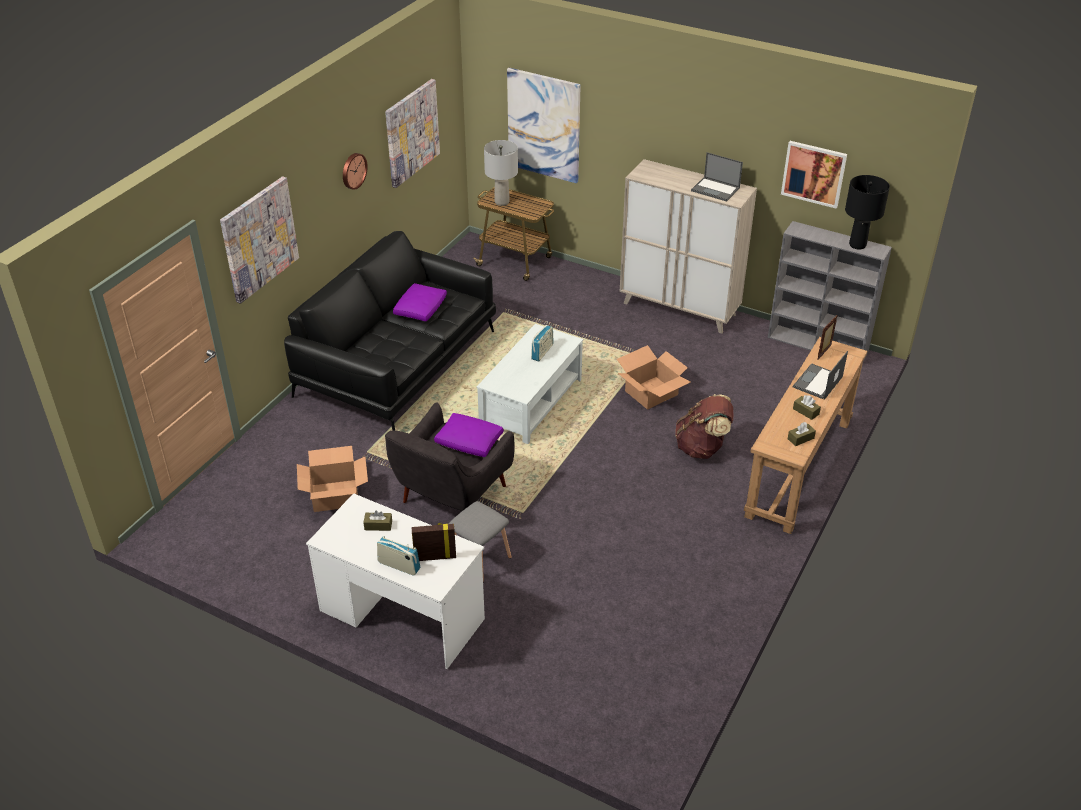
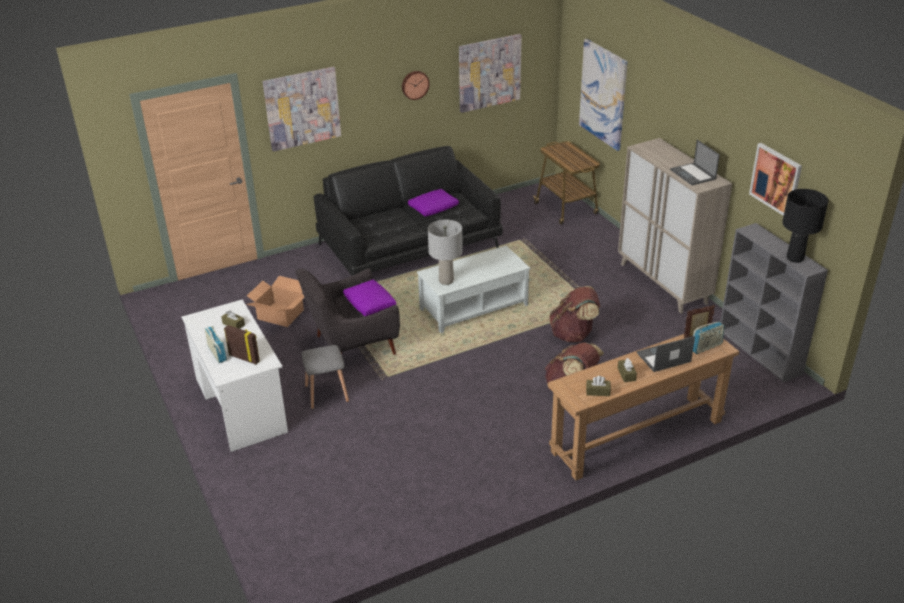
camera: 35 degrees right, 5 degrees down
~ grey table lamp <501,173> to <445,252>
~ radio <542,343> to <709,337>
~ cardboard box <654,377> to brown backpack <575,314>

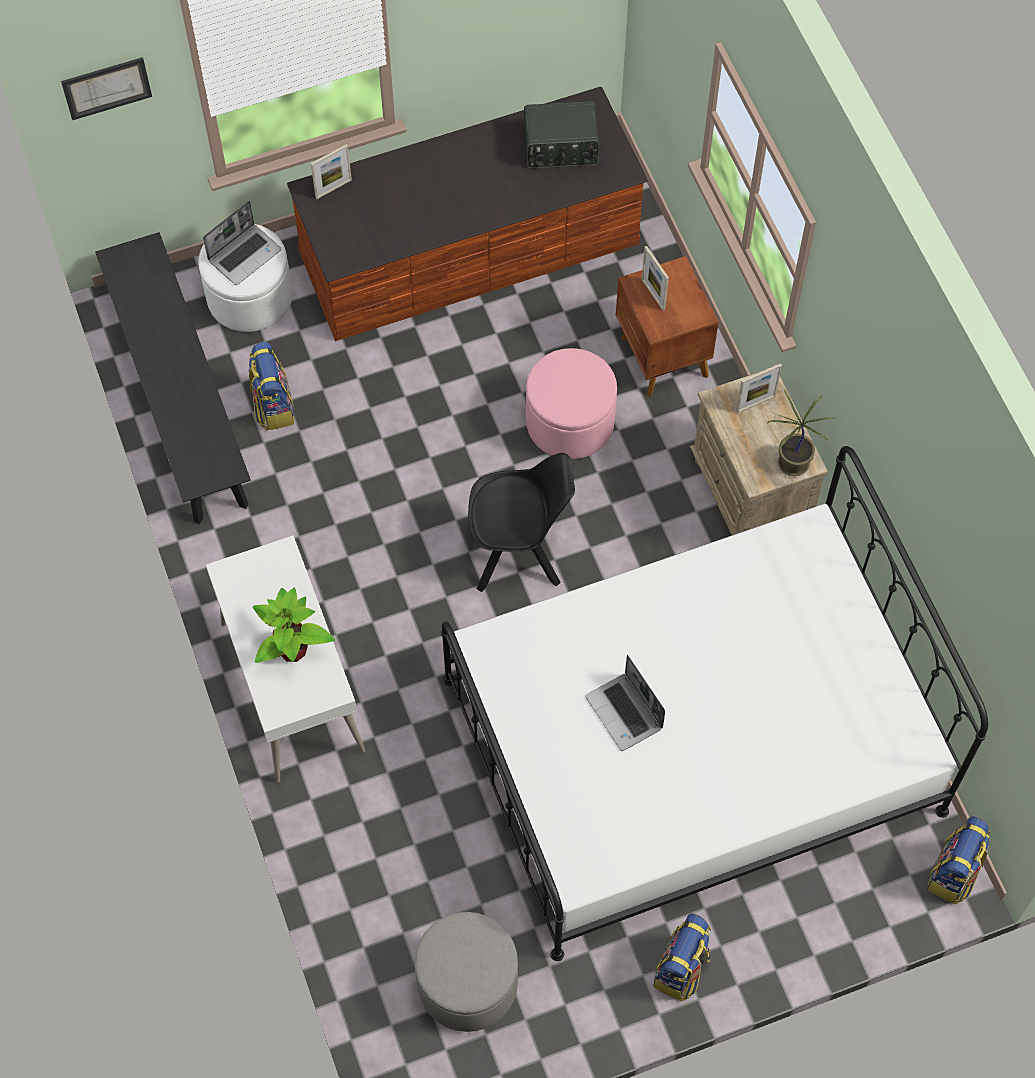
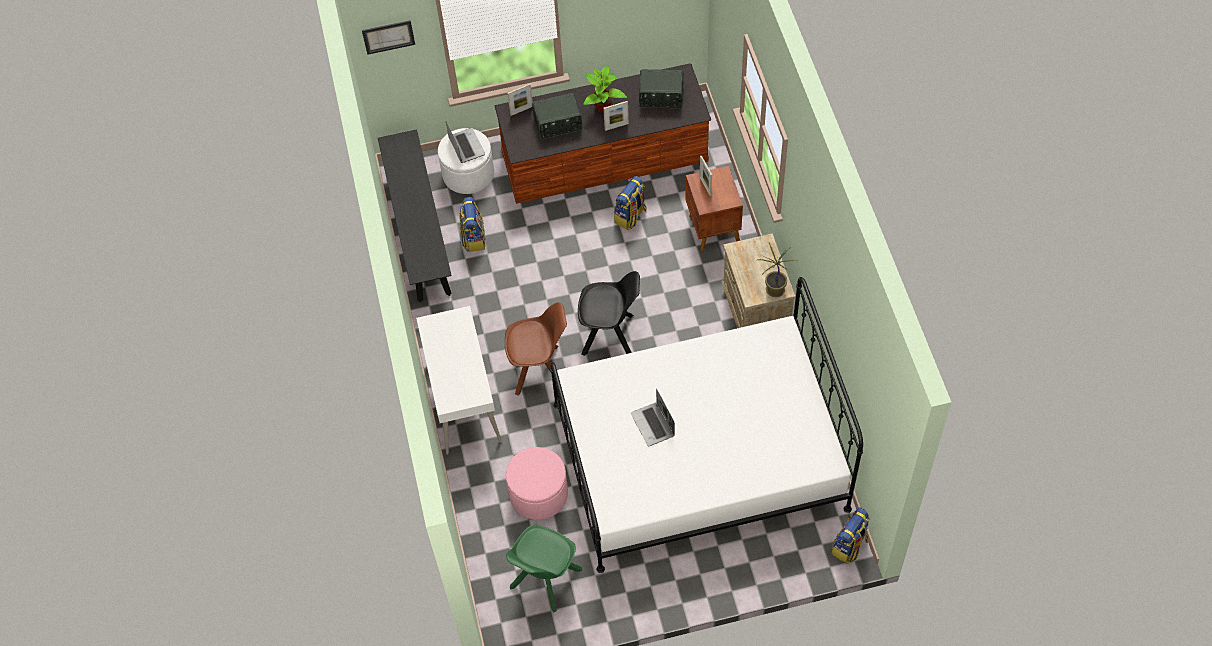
camera: 10 degrees right, 5 degrees down
+ brown chair <536,349>
+ radio <557,116>
~ potted plant <294,625> to <605,89>
~ pink ottoman <571,403> to <537,483>
~ backpack <682,957> to <630,203>
~ picture frame <759,388> to <616,116>
~ grey ottoman <466,972> to green chair <544,569>
~ laptop <242,243> = <465,142> 75 degrees counterclockwise

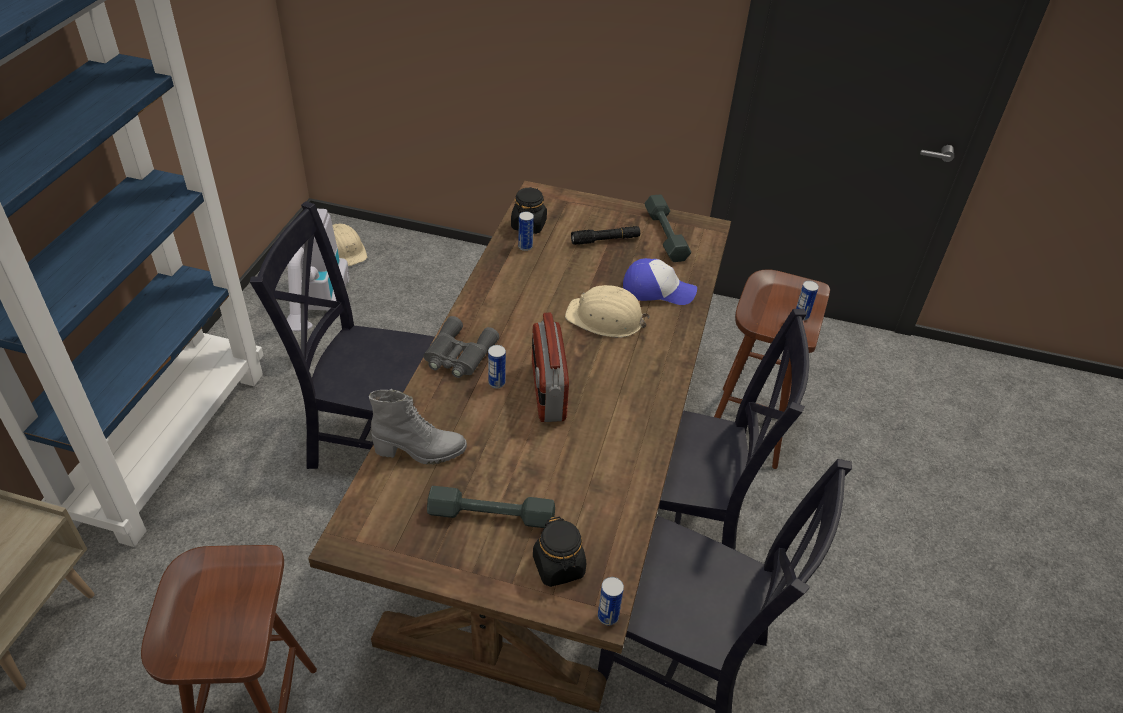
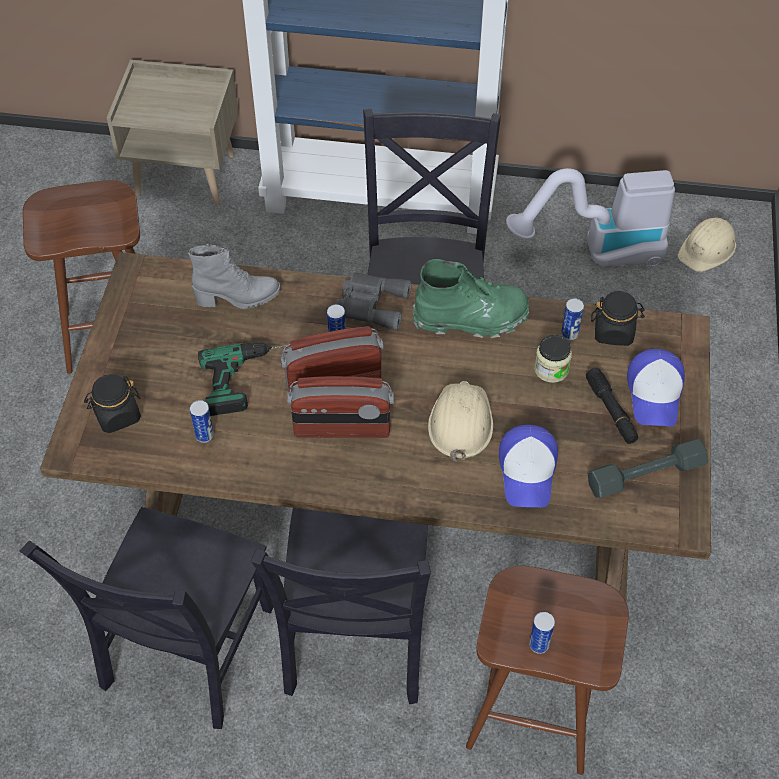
camera: 85 degrees right, 10 degrees up
- grey dumbbell <491,507>
+ power drill <242,379>
+ radio <340,407>
+ green boot <470,298>
+ jar <553,359>
+ cap <656,388>
~ can <611,601> to <202,421>
~ grey boot <418,427> = <234,276> 90 degrees counterclockwise

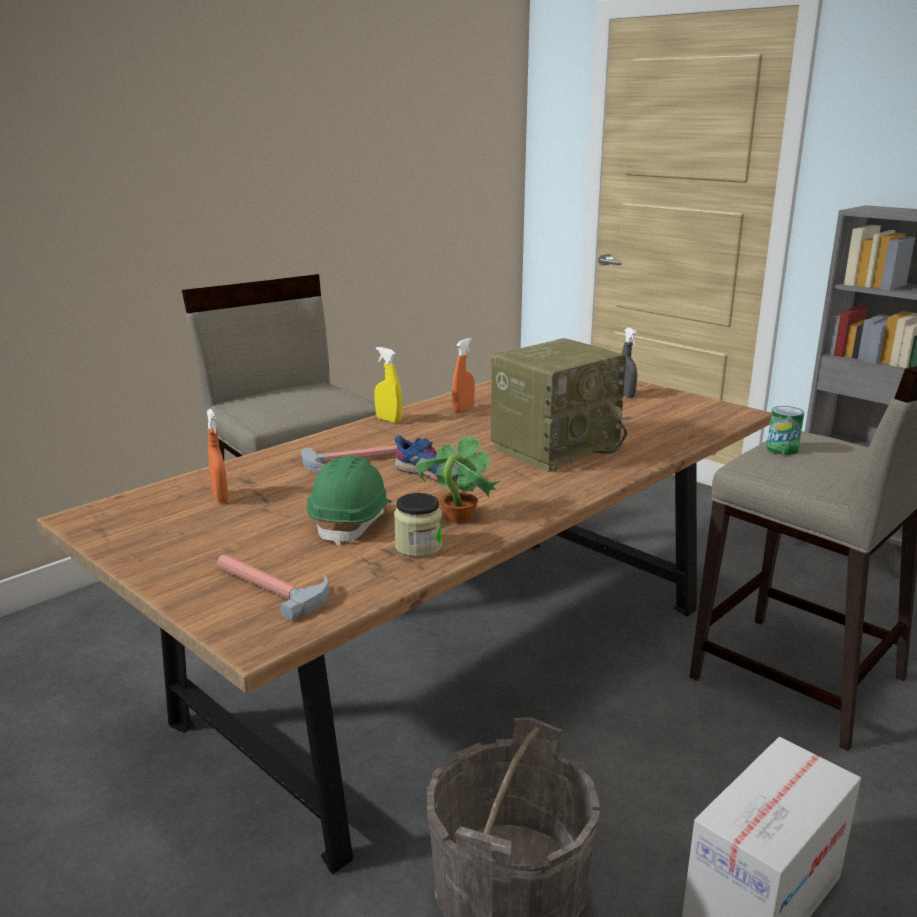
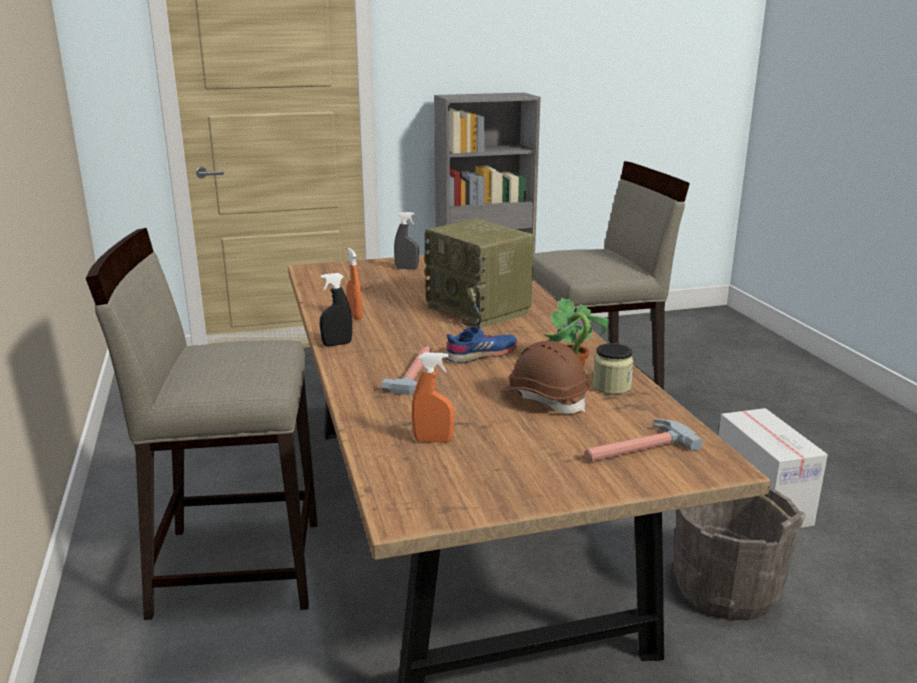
camera: 60 degrees left, 0 degrees up
- can <785,430>
~ green hard hat <349,501> to brown hard hat <544,377>
~ yellow spray bottle <388,385> to black spray bottle <336,309>
~ radio <559,405> = <479,274> 150 degrees clockwise

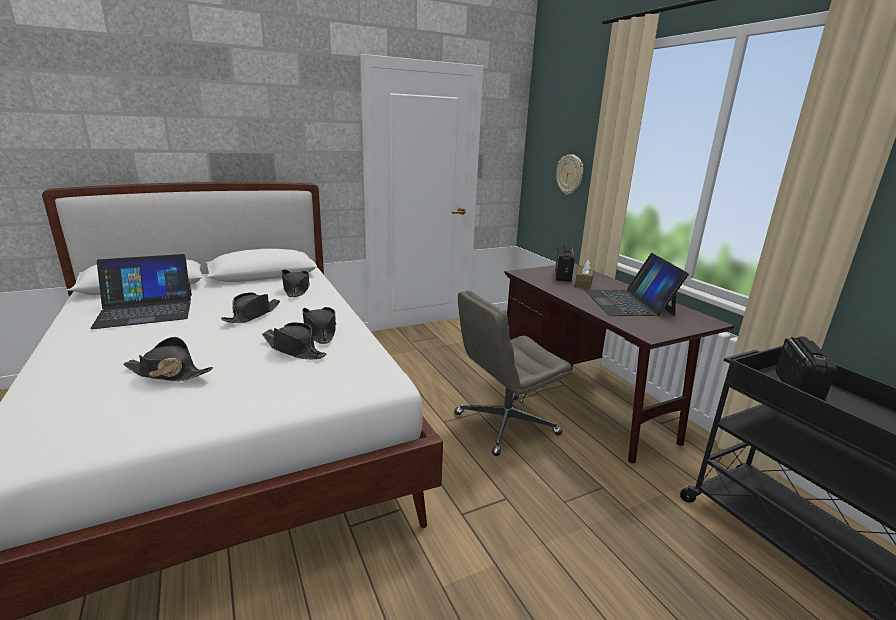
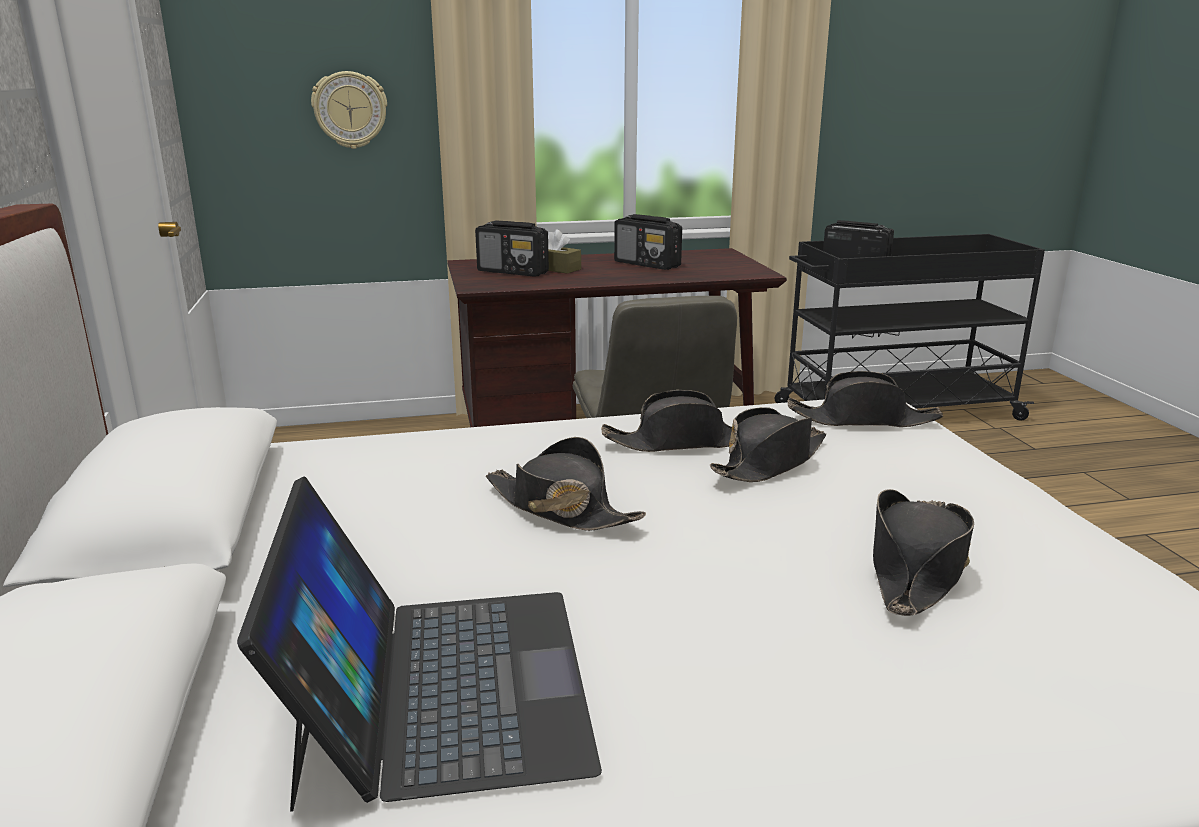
camera: 75 degrees left, 0 degrees up
~ black hat <295,283> to <865,399>
~ laptop <636,284> to radio <648,242>

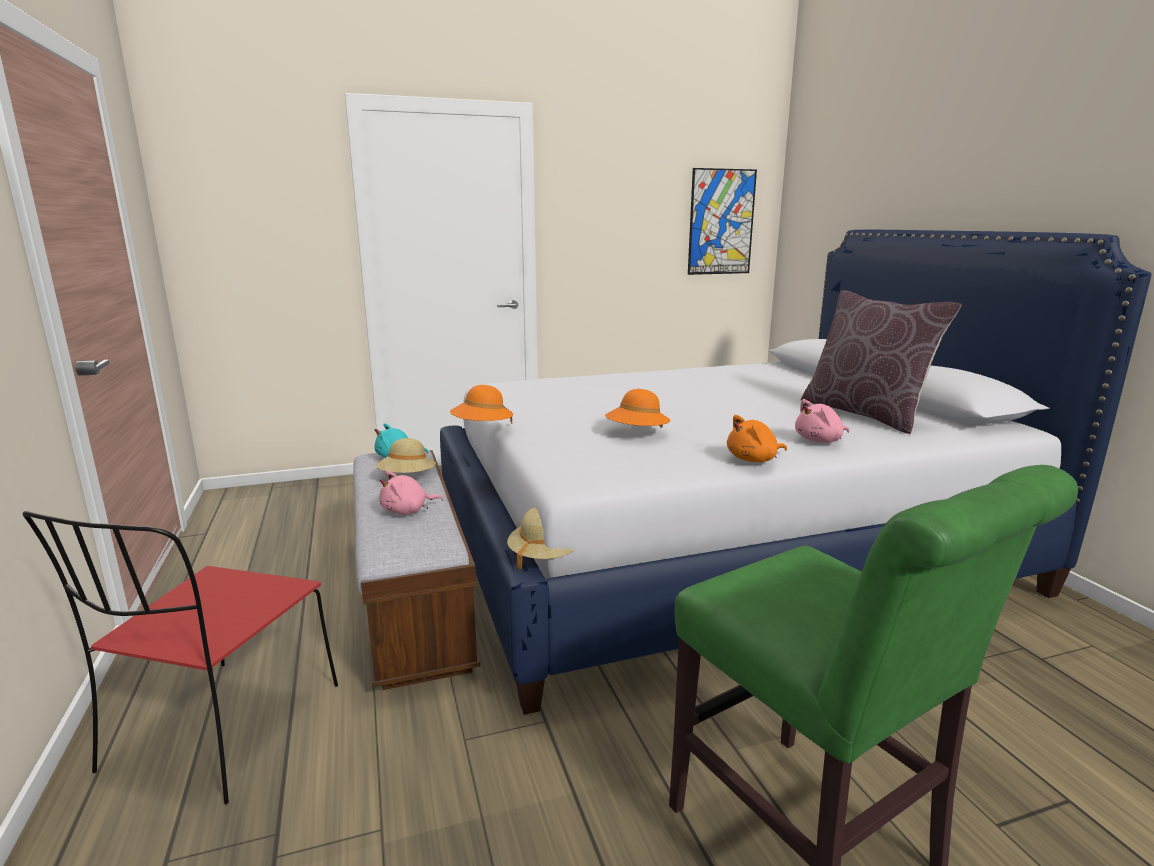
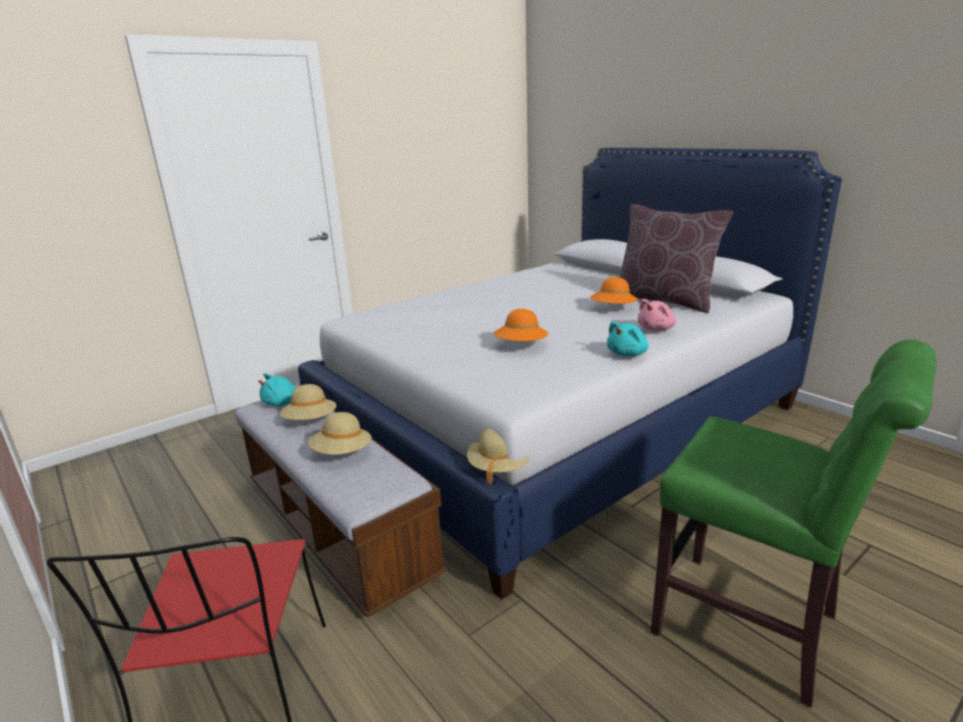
camera: 20 degrees left, 5 degrees up
- picture <722,221>
~ orange hat <481,404> to <614,290>
~ pink plush toy <411,492> to beige hat <340,433>
~ orange plush toy <757,438> to turquoise plush toy <628,338>

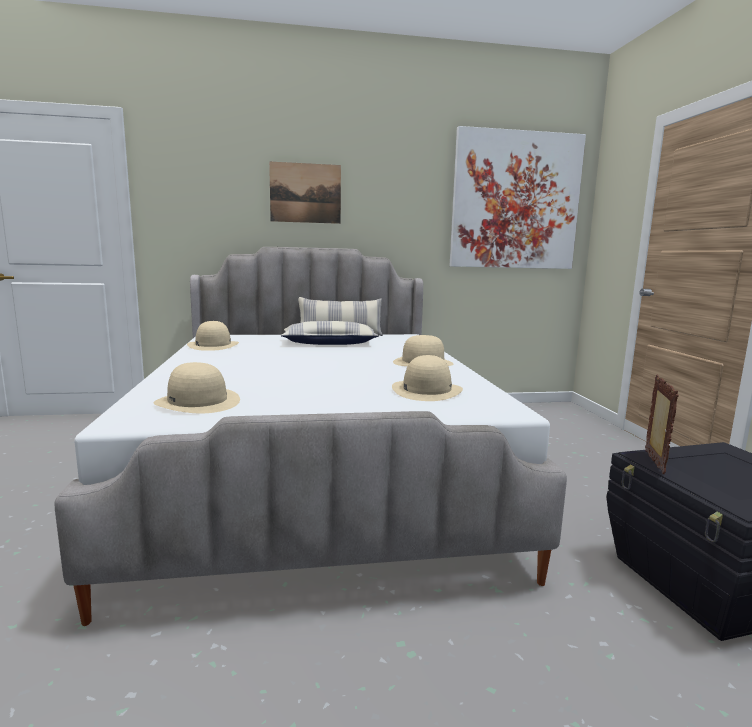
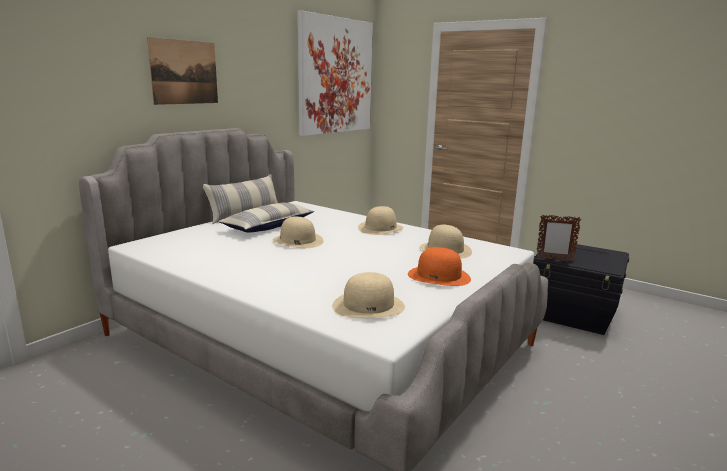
camera: 45 degrees left, 5 degrees up
+ orange hat <439,266>
~ beige hat <213,336> to <297,232>
~ picture frame <662,424> = <558,238> 135 degrees clockwise

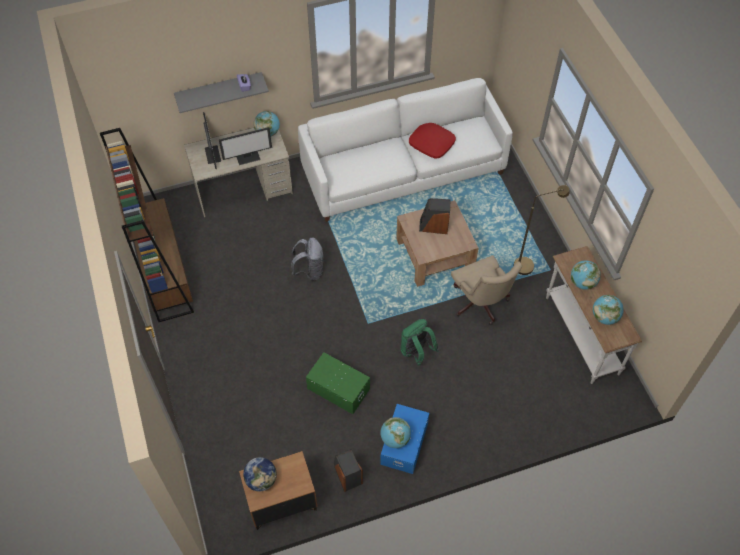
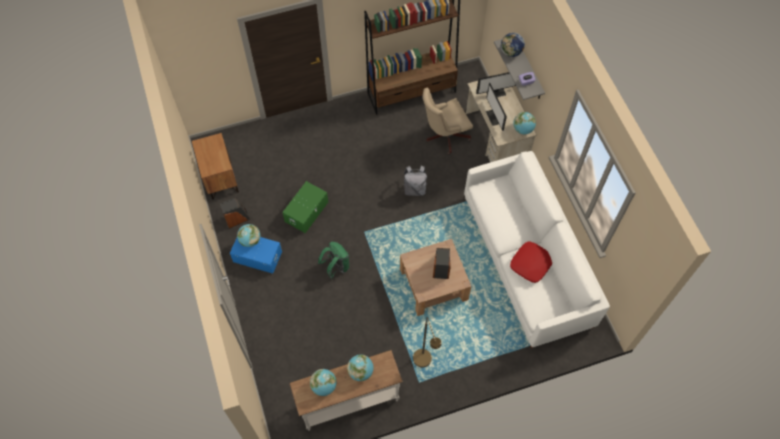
camera: 90 degrees right, 5 degrees up
~ globe <260,474> to <513,45>
~ beige office chair <486,290> to <448,121>

